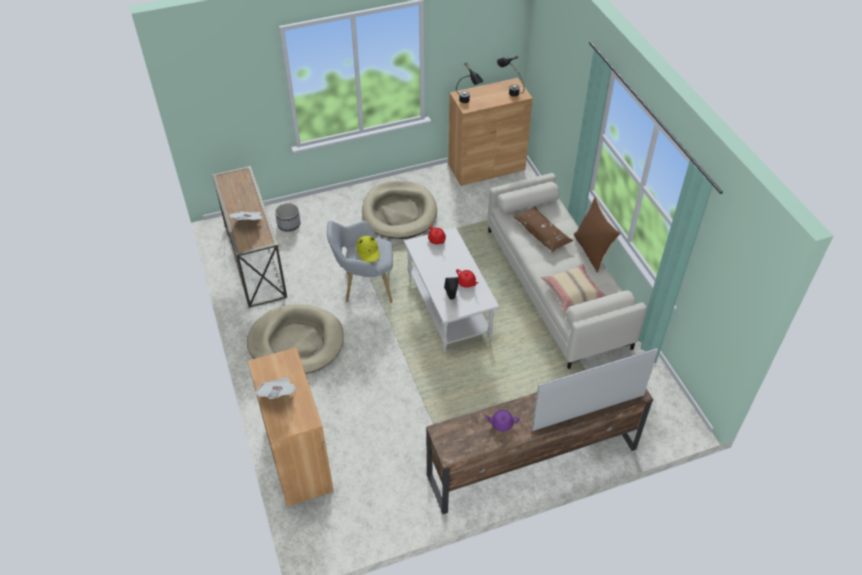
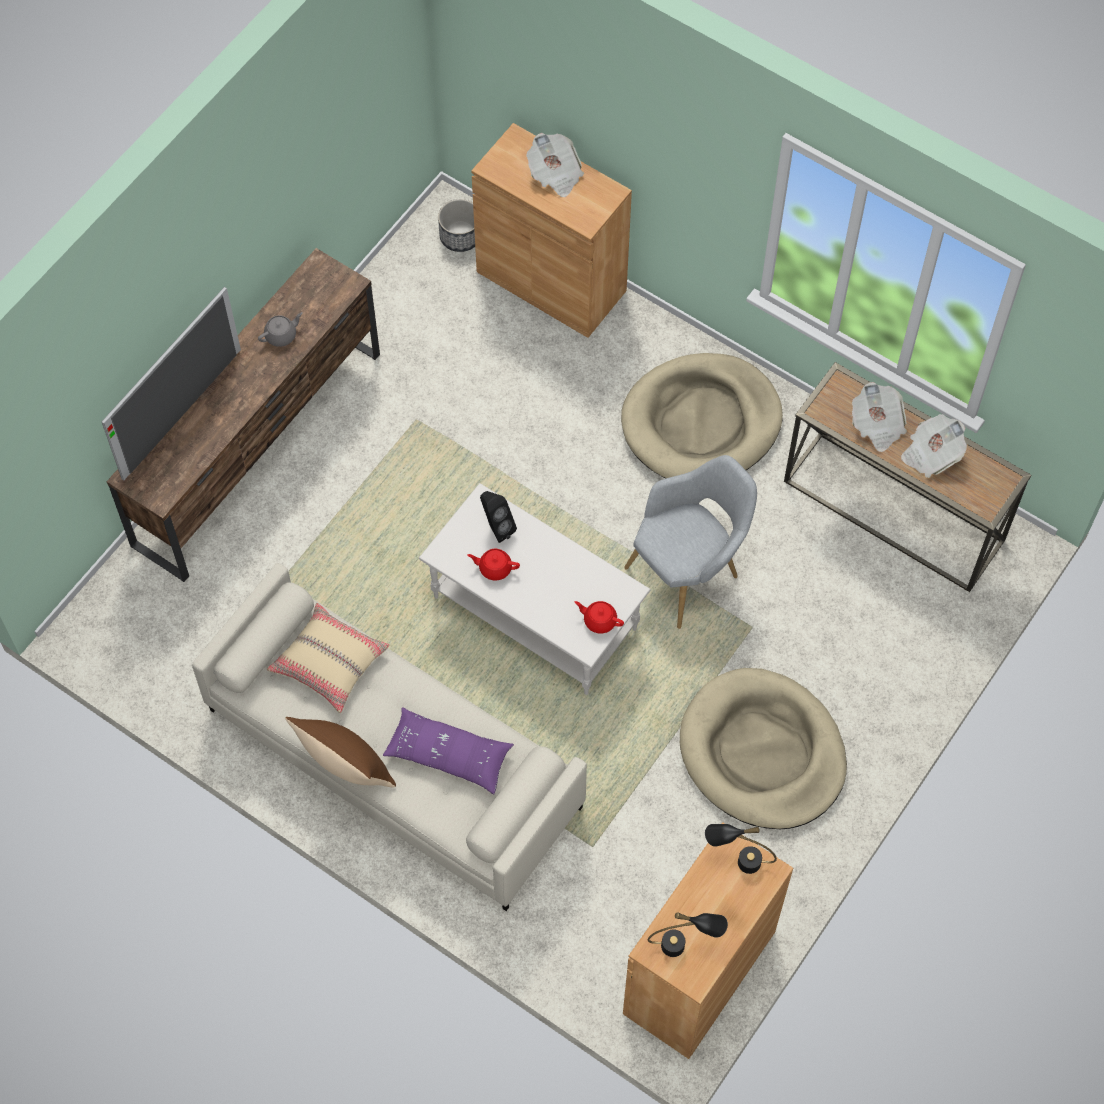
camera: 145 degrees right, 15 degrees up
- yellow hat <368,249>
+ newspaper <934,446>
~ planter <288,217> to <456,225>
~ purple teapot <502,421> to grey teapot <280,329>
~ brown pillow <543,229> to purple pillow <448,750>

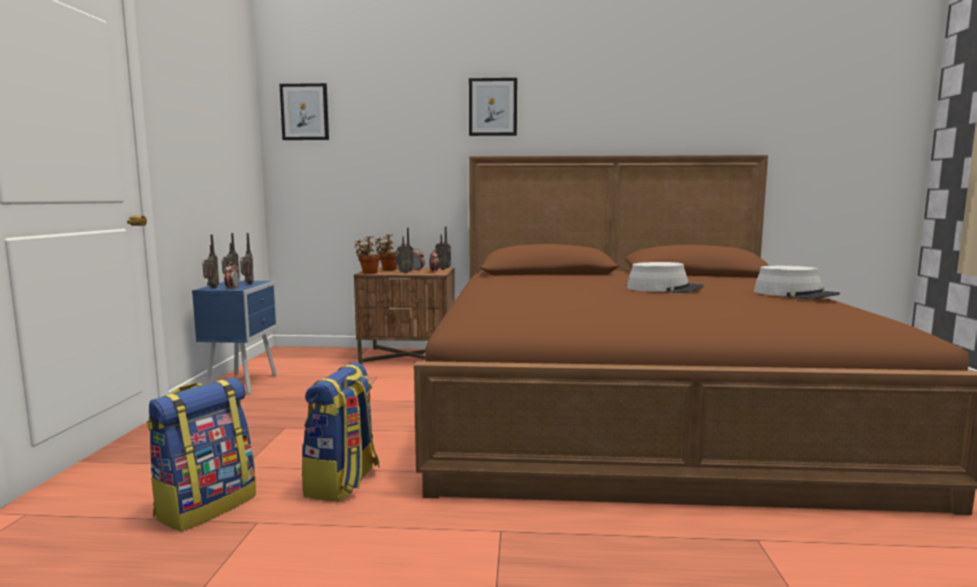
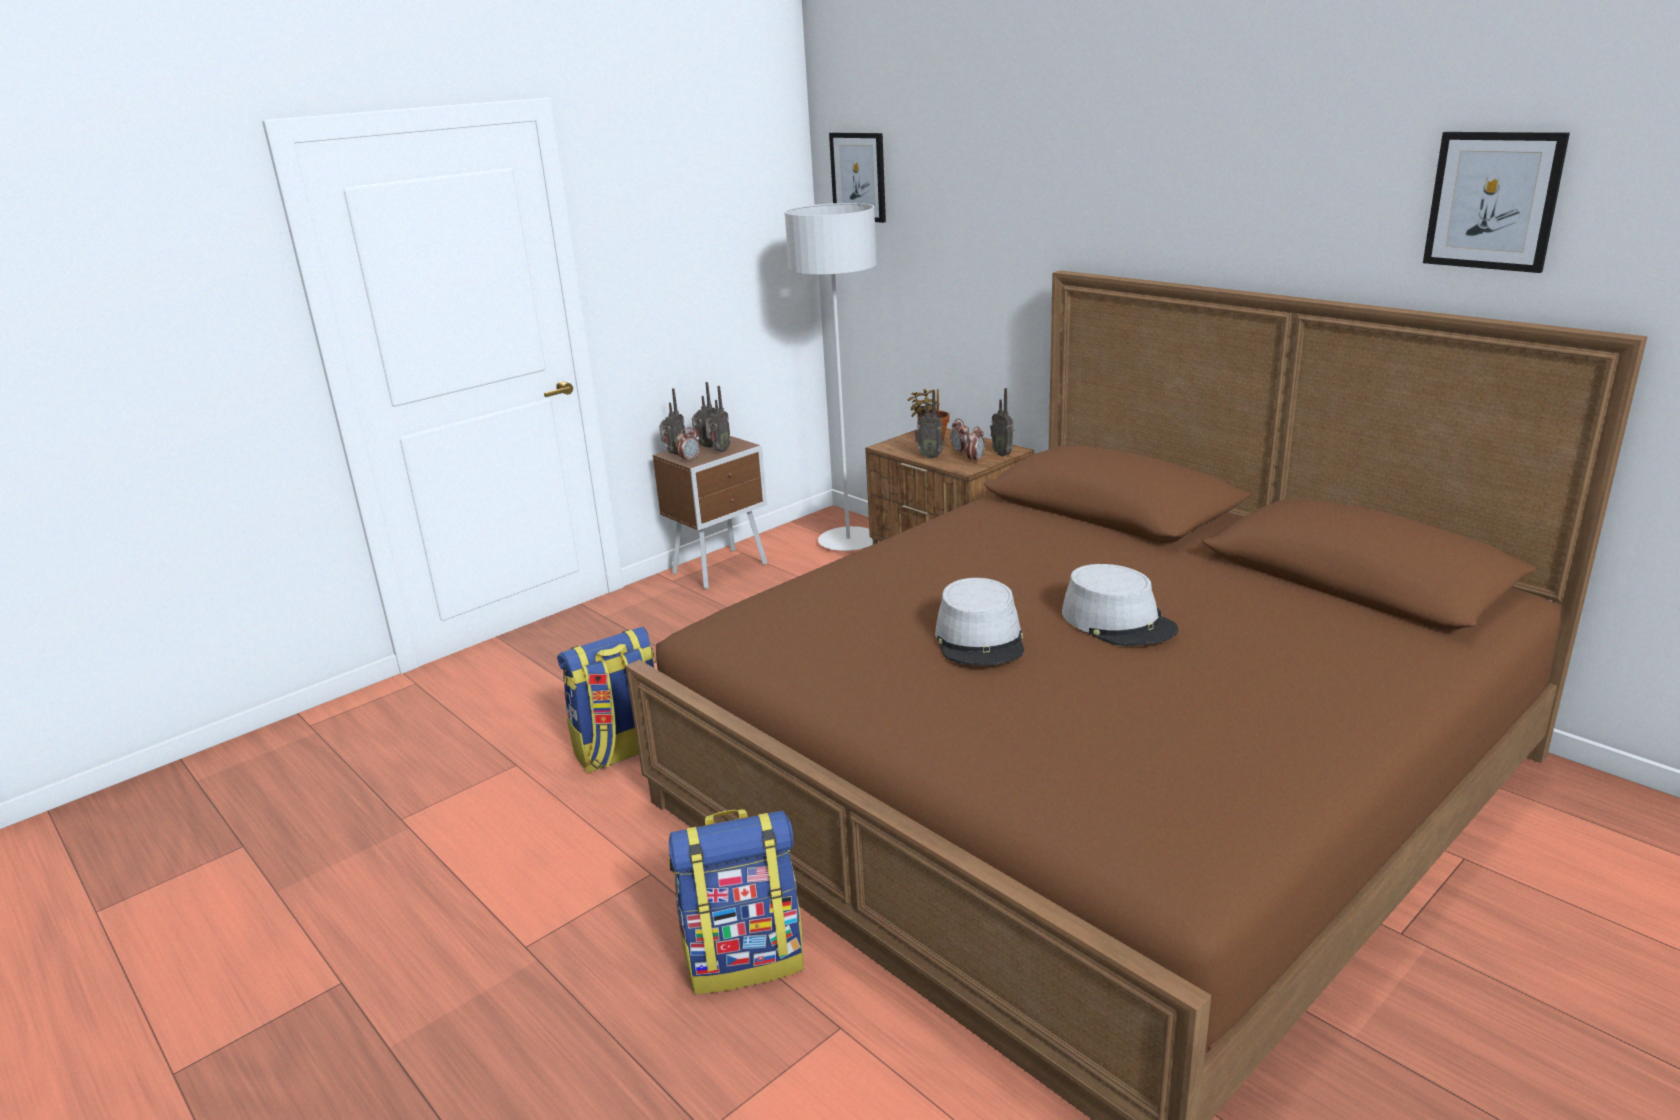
camera: 45 degrees right, 15 degrees up
- potted plant <367,255>
+ grey floor lamp <831,377>
~ backpack <201,454> to <736,901>
~ picture <493,107> to <1496,202>
~ grey hat <797,282> to <979,622>
~ blue nightstand <235,337> to brown nightstand <710,512>

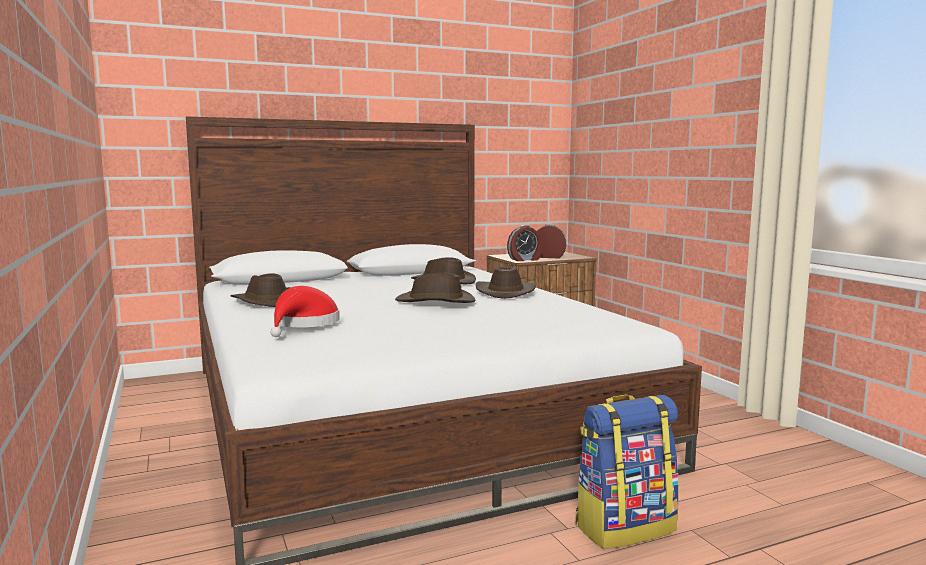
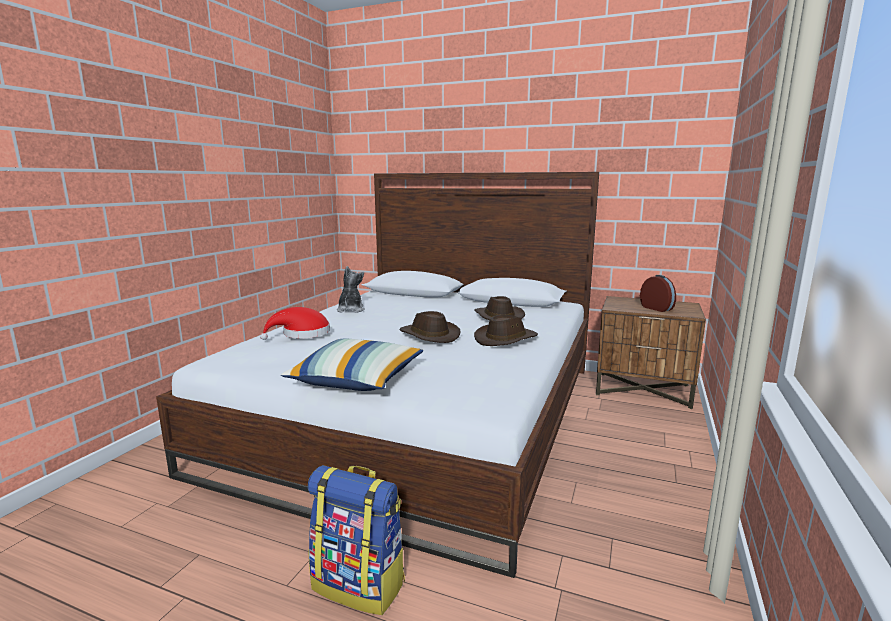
camera: 45 degrees right, 5 degrees up
- alarm clock <524,243>
+ pillow <352,365>
~ brown hat <260,290> to plush toy <351,289>

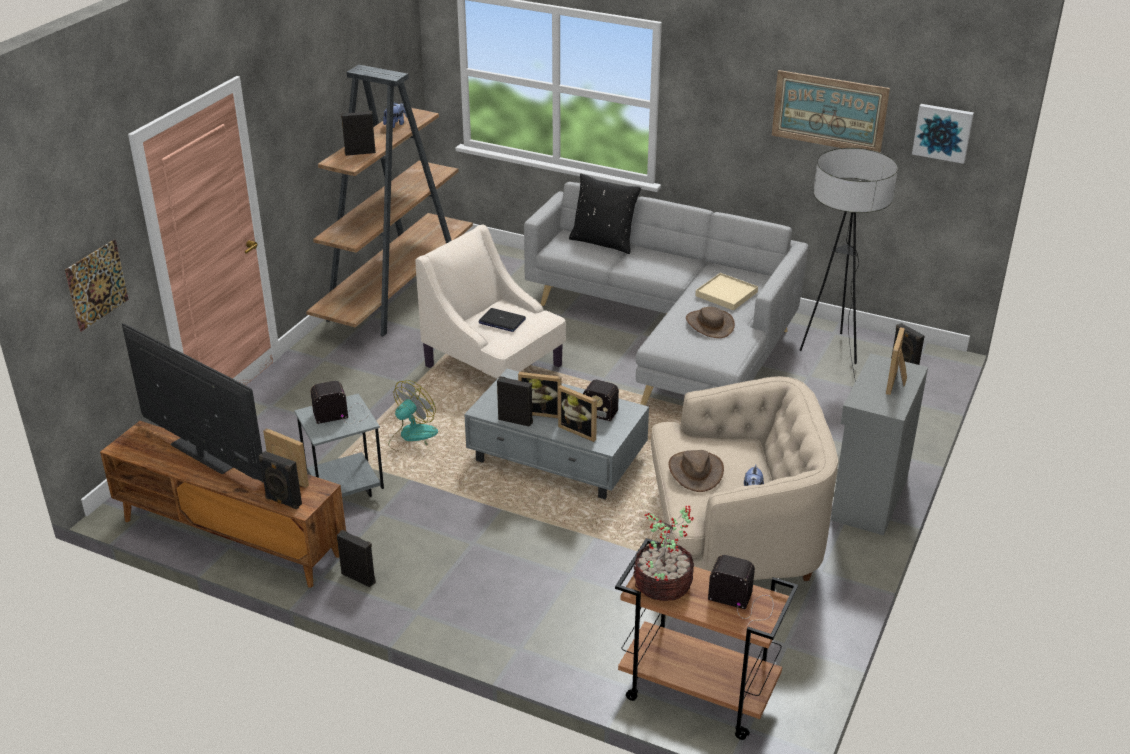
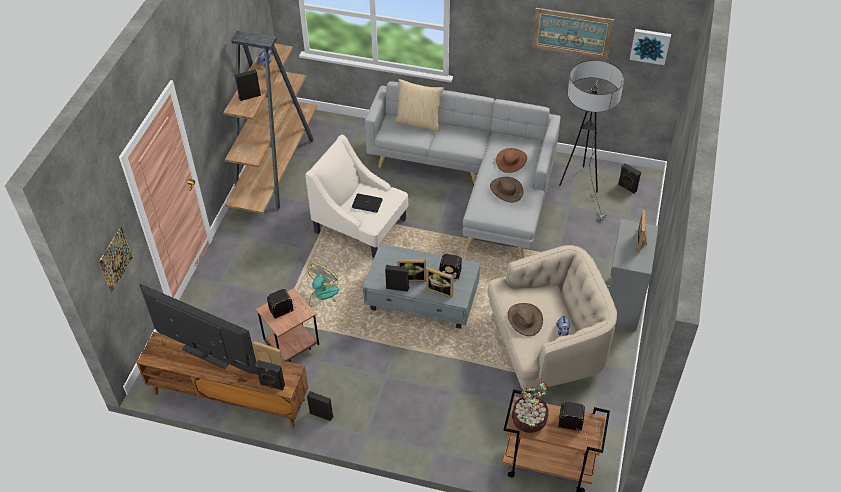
camera: 10 degrees left, 15 degrees up
~ beige tray <726,292> to brown hat <511,160>
~ grey side table <339,445> to brown side table <287,325>
~ black pillow <605,214> to beige pillow <419,105>

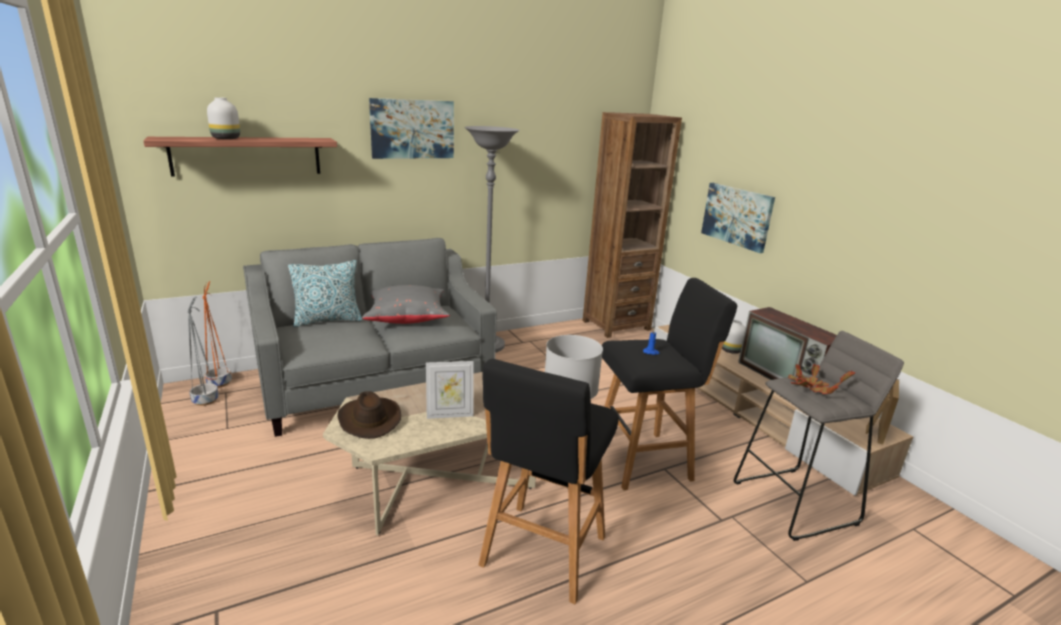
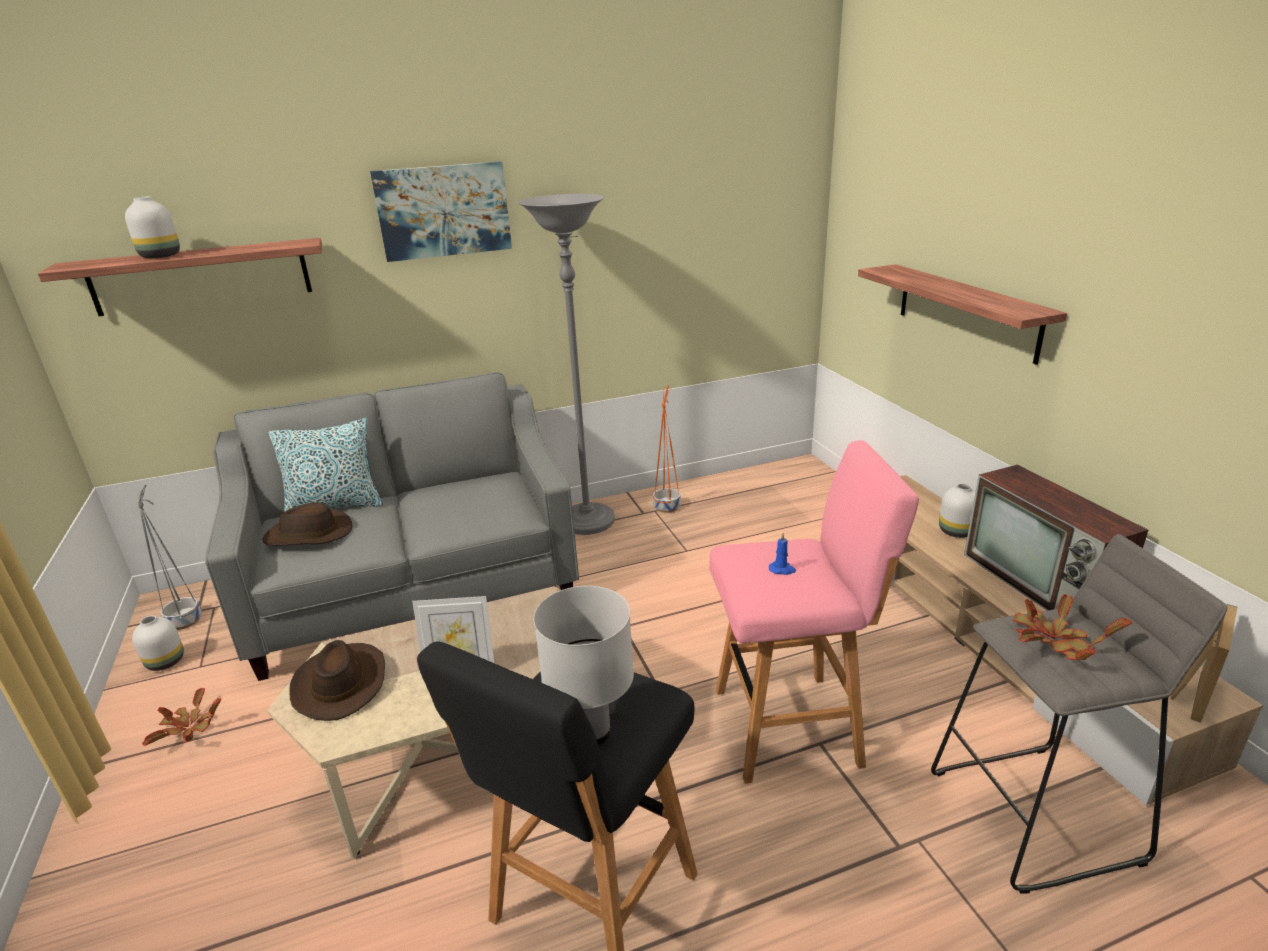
camera: 10 degrees right, 5 degrees up
- grey pillow <406,304>
- brown bookcase <632,225>
+ white vase <158,643>
+ potted plant <181,717>
+ brown hat <307,524>
~ orange planter <217,334> to <667,449>
~ picture <738,218> to shelf <962,314>
~ black stool <669,384> to pink stool <814,612>

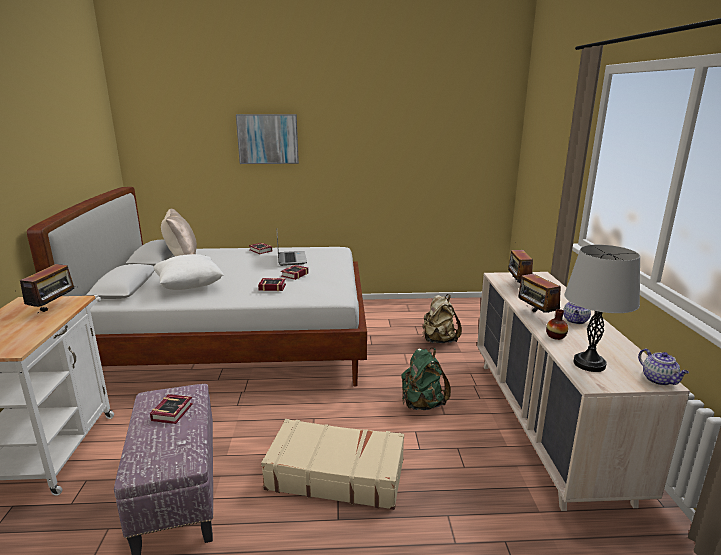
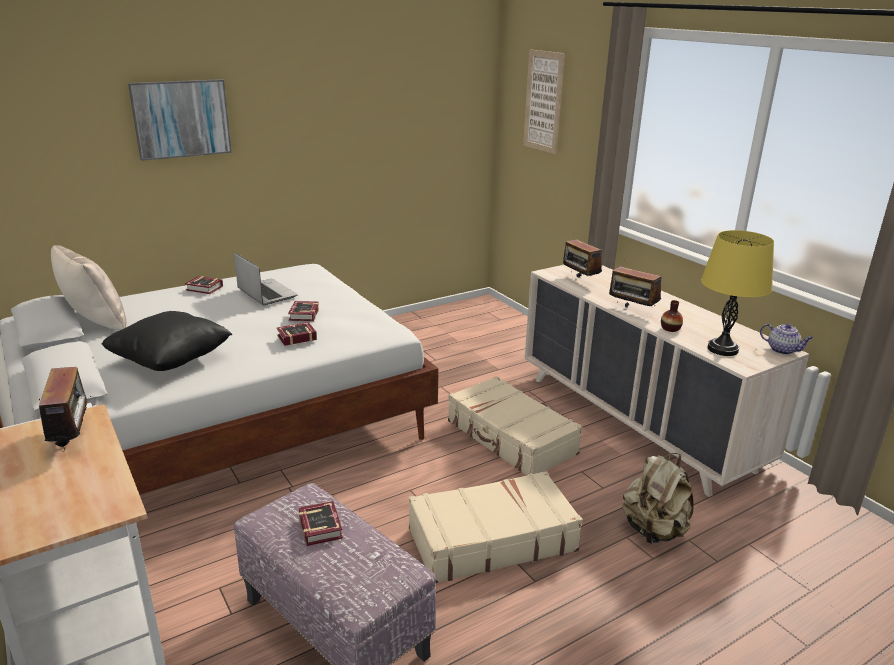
camera: 30 degrees left, 5 degrees up
- teapot <577,312>
+ picture <544,101>
~ beige backpack <442,318> to <657,498>
~ green backpack <426,379> to beige suitcase <515,426>
~ white pillow <189,272> to black pillow <167,341>
~ grey table lamp <602,308> to yellow table lamp <737,293>

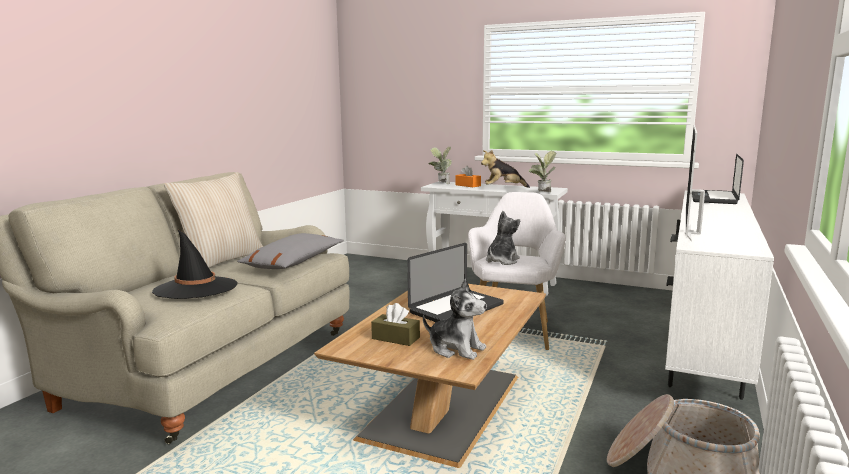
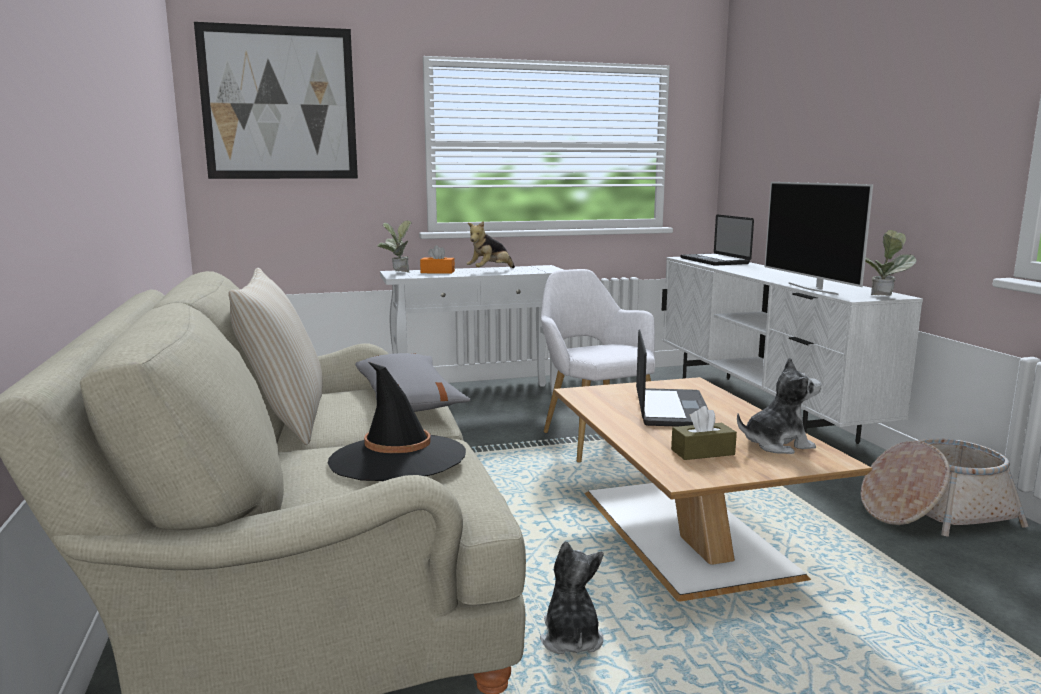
camera: 40 degrees left, 0 degrees up
+ picture <276,100>
~ plush toy <503,238> to <572,597>
~ potted plant <542,171> to <891,263>

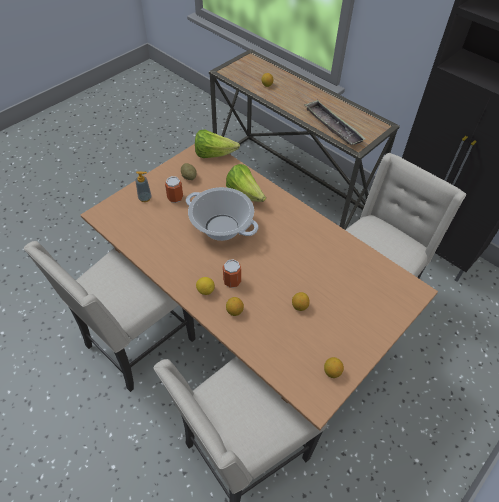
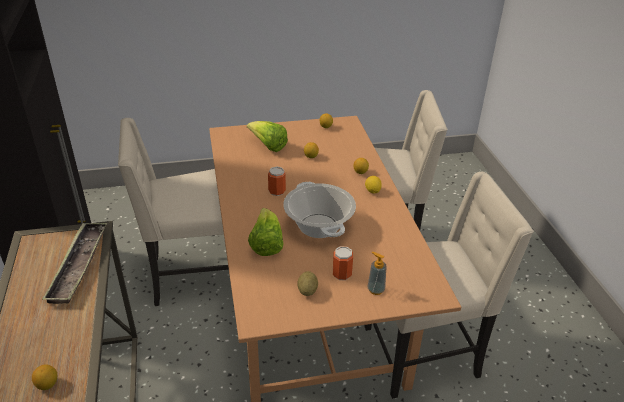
camera: 145 degrees left, 15 degrees down
~ lettuce <217,144> to <267,136>
~ can <232,273> to <277,181>

